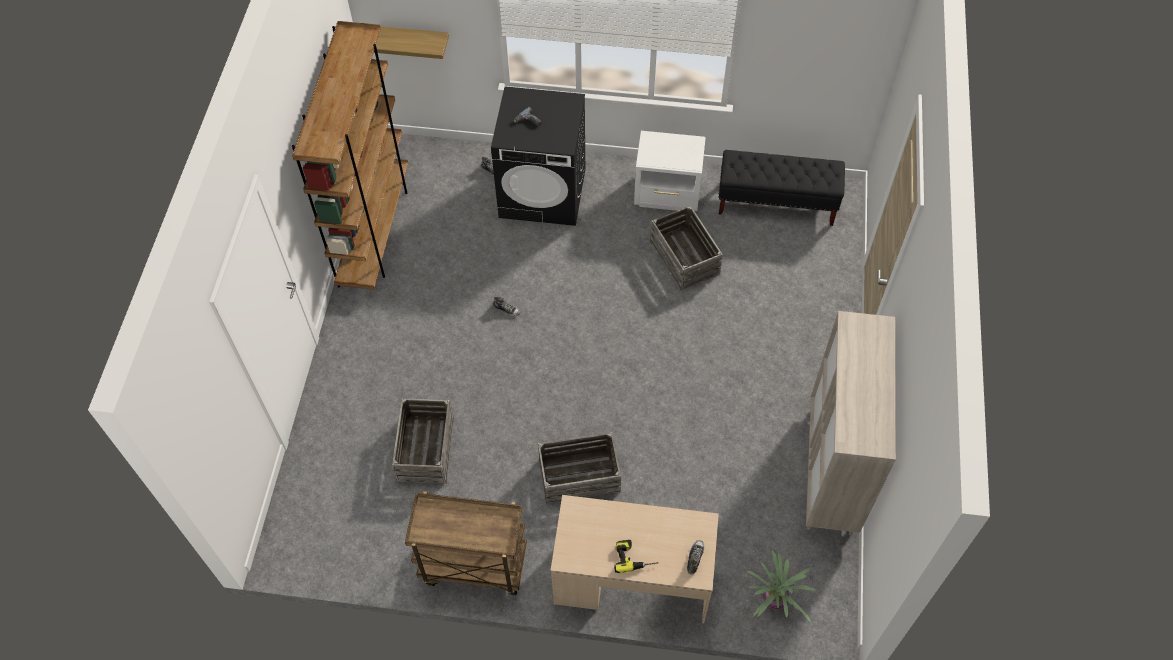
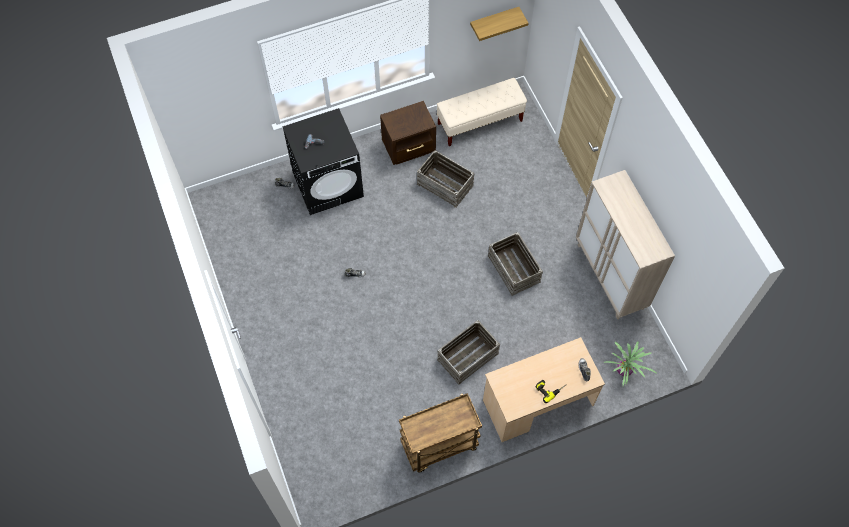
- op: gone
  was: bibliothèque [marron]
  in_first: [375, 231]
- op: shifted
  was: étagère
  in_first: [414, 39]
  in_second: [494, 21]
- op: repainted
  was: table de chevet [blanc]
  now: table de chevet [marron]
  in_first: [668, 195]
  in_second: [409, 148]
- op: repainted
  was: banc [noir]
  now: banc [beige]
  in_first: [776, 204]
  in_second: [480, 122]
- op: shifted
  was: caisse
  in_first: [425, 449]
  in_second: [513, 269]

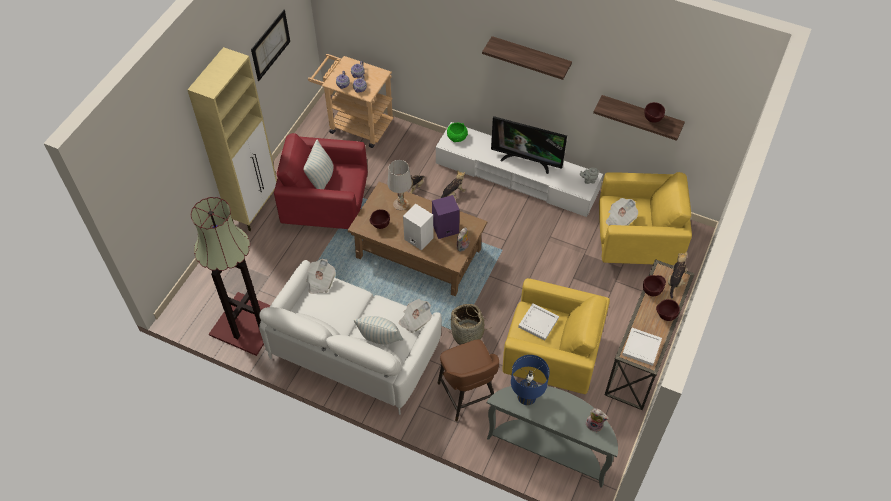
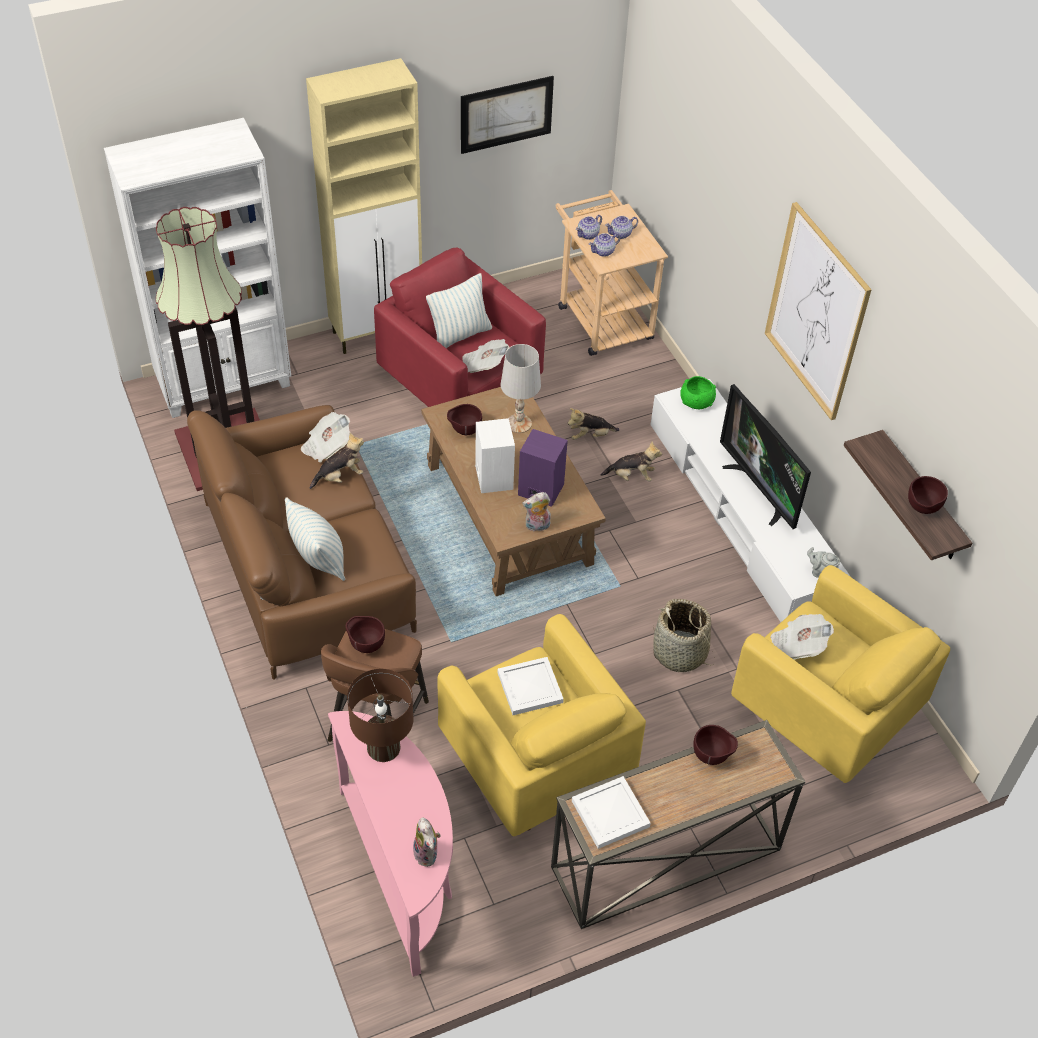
- op: swapped
  was: étagère
  now: tableau
  in_first: [530, 57]
  in_second: [816, 312]
- op: shifted
  was: peluche
  in_first: [675, 281]
  in_second: [340, 476]
- op: repainted
  was: canapé [blanc]
  now: canapé [marron]
  in_first: [354, 349]
  in_second: [308, 566]
- op: shifted
  was: journal
  in_first: [415, 320]
  in_second: [484, 365]
- op: shifted
  was: bol [marron]
  in_first: [665, 316]
  in_second: [366, 645]
- op: shifted
  was: panier
  in_first: [468, 333]
  in_second: [680, 653]
- op: repainted
  was: lampe de table [bleu]
  now: lampe de table [marron]
  in_first: [527, 396]
  in_second: [383, 747]
- op: repainted
  was: table console [gris]
  now: table console [rose]
  in_first: [549, 448]
  in_second: [403, 870]
- op: new
  now: bibliothèque [blanc]
  in_second: [225, 383]

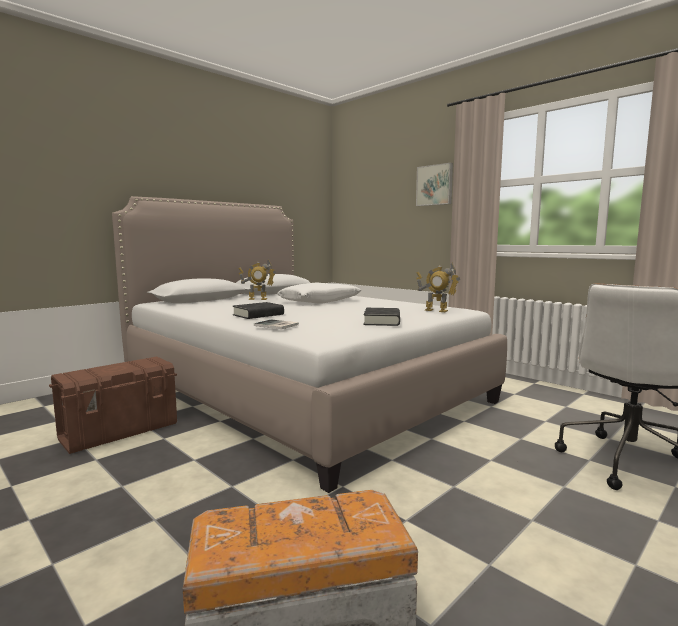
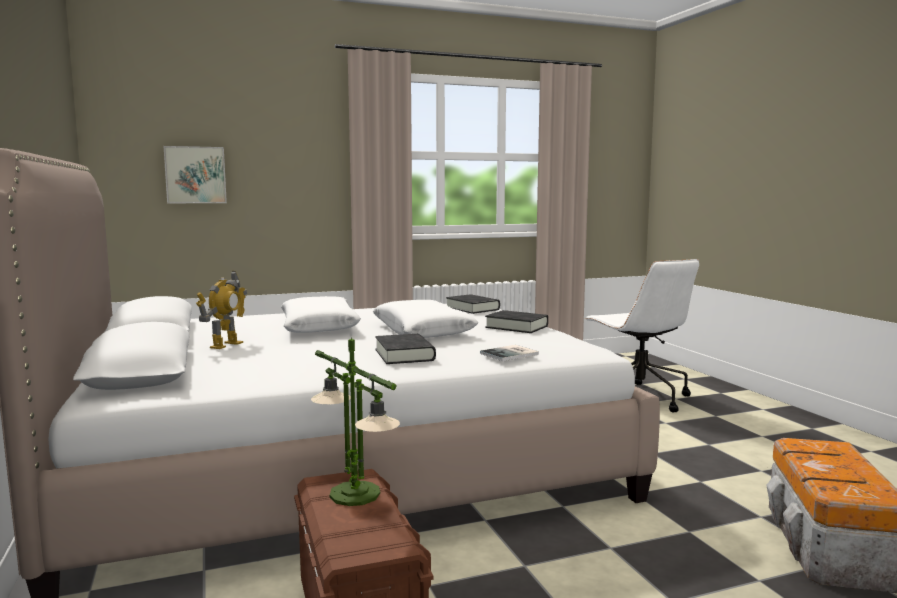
- op: shifted
  was: tableau
  in_first: [435, 185]
  in_second: [195, 175]
- op: swapped
  was: robot jouet
  now: livre [noir]
  in_first: [436, 310]
  in_second: [472, 308]
- op: new
  now: coussin [blanc]
  in_second: [423, 331]
- op: new
  now: lampe de table
  in_second: [354, 494]

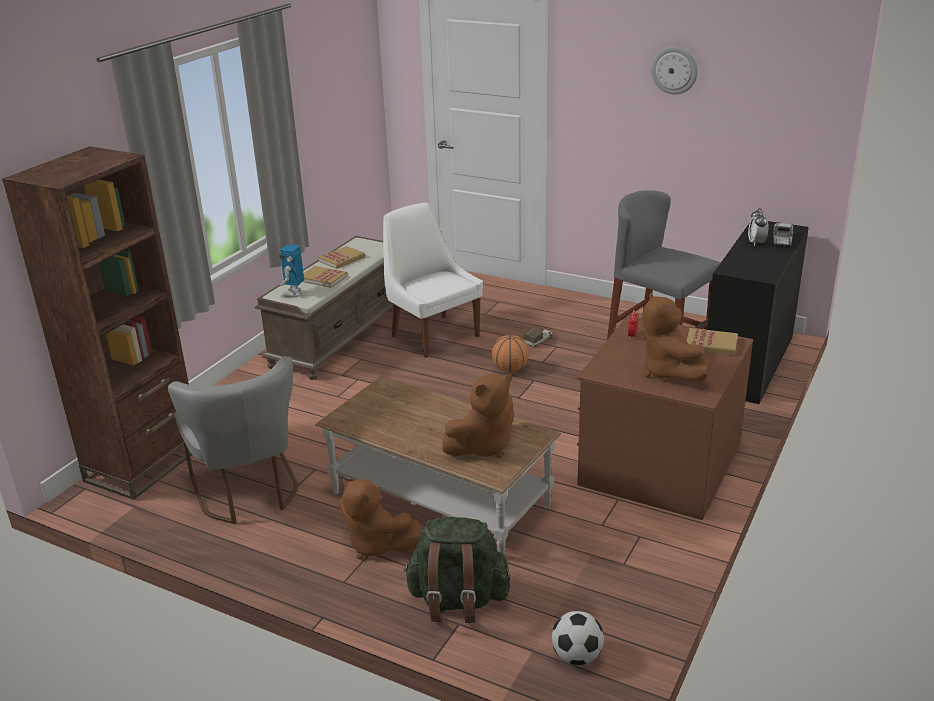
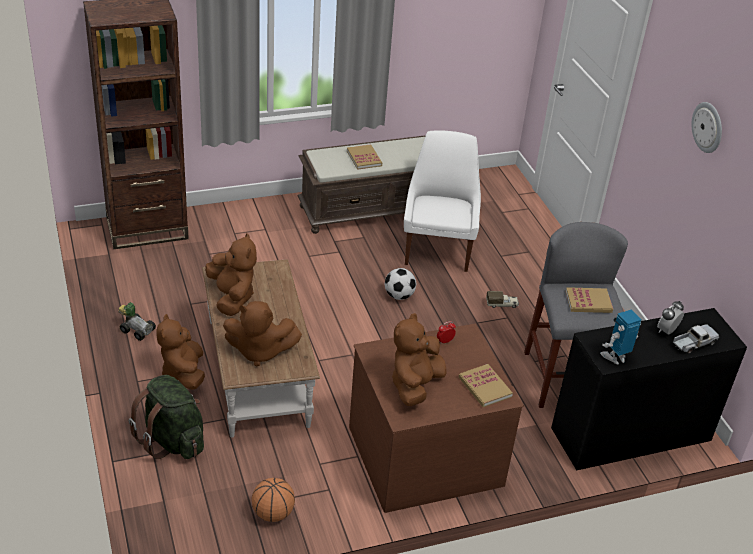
- op: shifted
  was: robot jouet
  in_first: [293, 294]
  in_second: [615, 357]
- op: shifted
  was: livre
  in_first: [342, 259]
  in_second: [588, 302]
- op: shifted
  was: ballon de basket
  in_first: [510, 369]
  in_second: [273, 513]
- op: gone
  was: chaise [gris]
  in_first: [249, 493]
- op: shifted
  was: ballon de foot
  in_first: [576, 657]
  in_second: [399, 296]
- op: new
  now: peluche [marron]
  in_second: [232, 297]
- op: new
  now: petite voiture
  in_second: [137, 329]

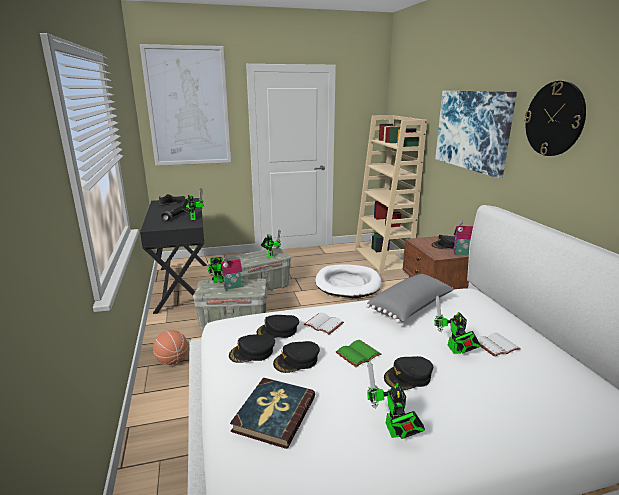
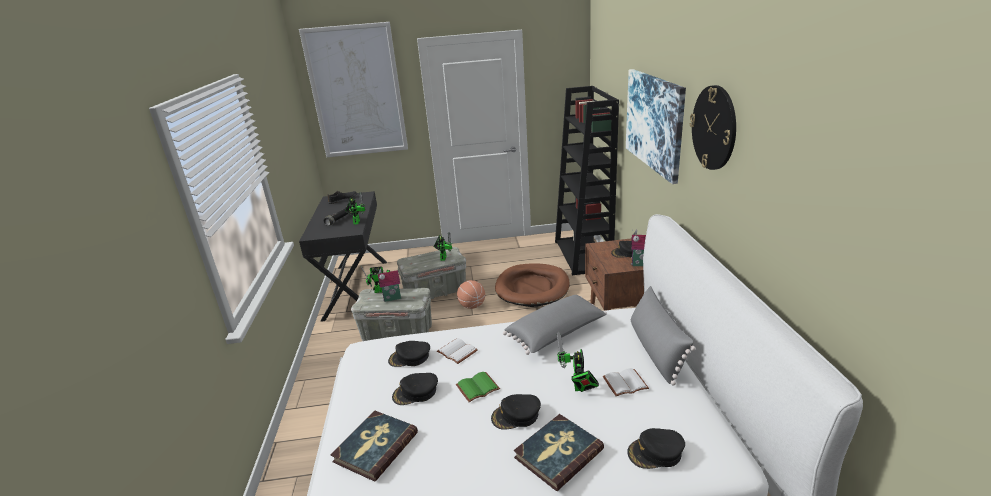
- op: repainted
  was: bibliothèque [beige]
  now: bibliothèque [noir]
  in_first: [382, 259]
  in_second: [583, 255]
- op: repainted
  was: panier pour chien [blanc]
  now: panier pour chien [marron]
  in_first: [348, 284]
  in_second: [532, 288]
- op: shifted
  was: ballon de basket
  in_first: [172, 361]
  in_second: [472, 306]
- op: shifted
  was: casquette [noir]
  in_first: [252, 353]
  in_second: [655, 453]
- op: gone
  was: robot jouet
  in_first: [394, 432]
- op: new
  now: coussin [gris]
  in_second: [656, 350]
- op: new
  now: livre
  in_second: [558, 453]

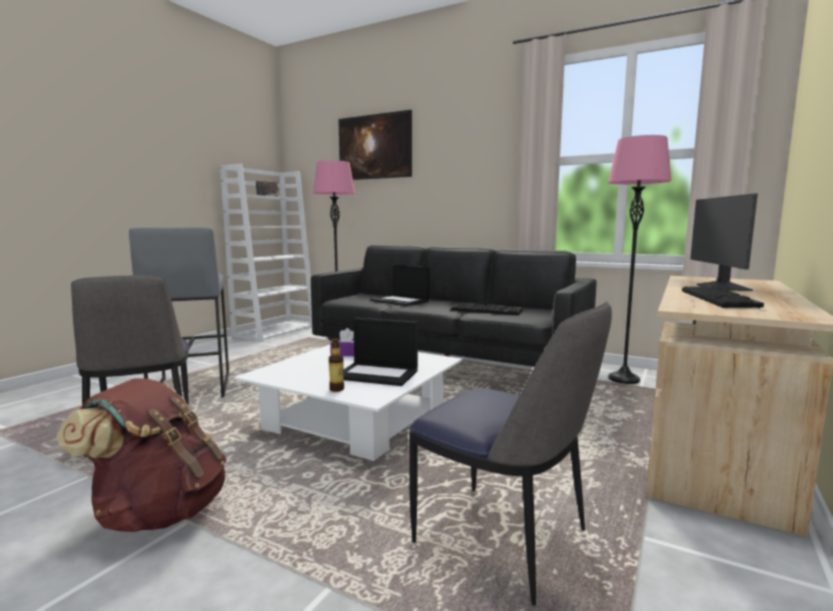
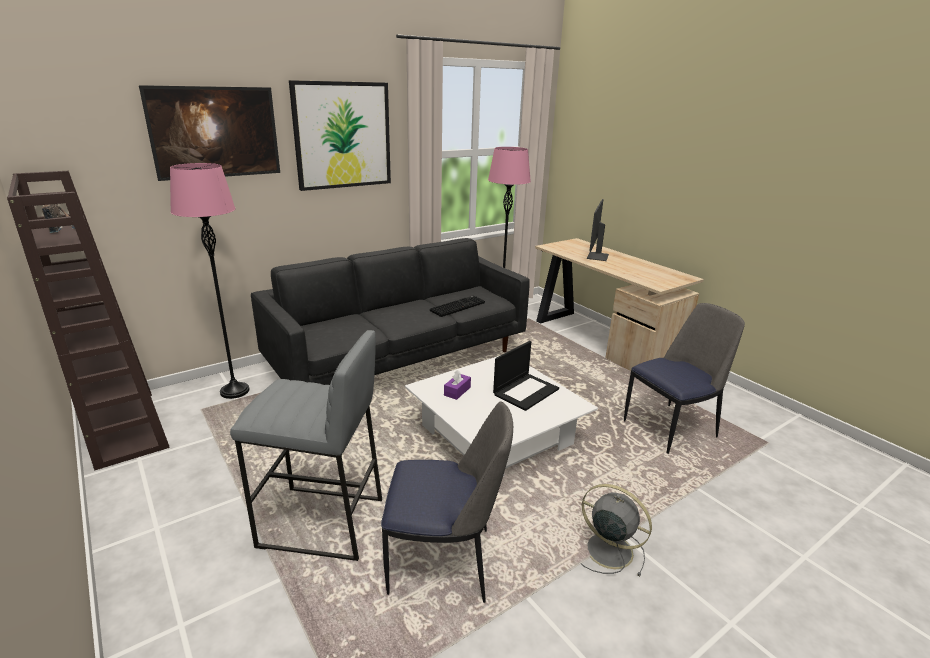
- op: repainted
  was: bibliothèque [blanc]
  now: bibliothèque [marron]
  in_first: [275, 331]
  in_second: [124, 428]
- op: rotated
  was: écran d'ordinateur
  in_first: [721, 287]
  in_second: [596, 256]
  clockwise: 75
- op: gone
  was: ordinateur portable
  in_first: [401, 301]
- op: gone
  was: clavier
  in_first: [720, 299]
- op: gone
  was: bouteille
  in_first: [336, 389]
- op: swapped
  was: sac à dos [marron]
  now: ventilateur [gris]
  in_first: [159, 512]
  in_second: [606, 549]
- op: new
  now: tableau
  in_second: [342, 135]

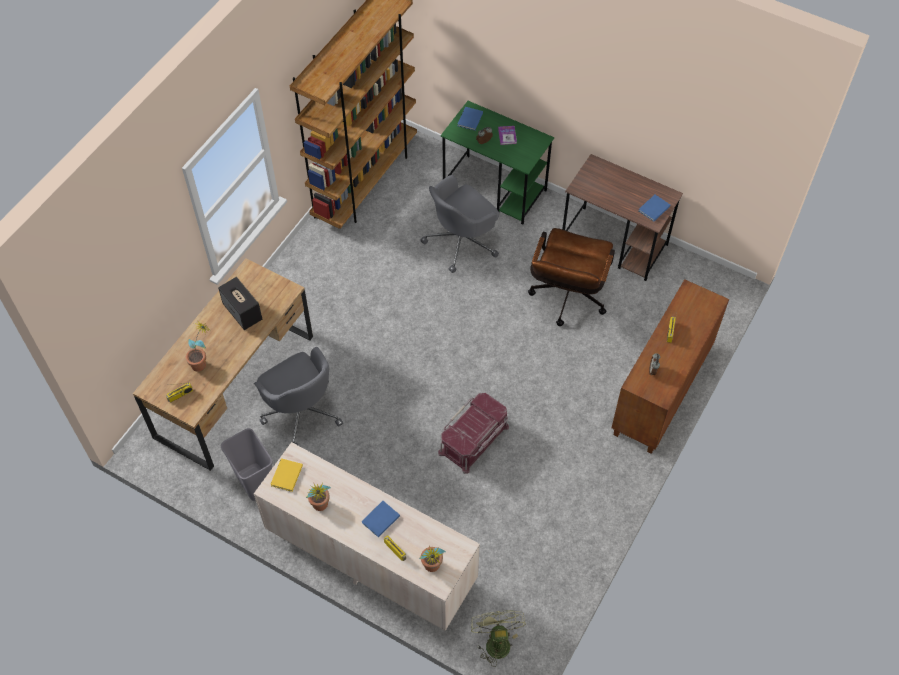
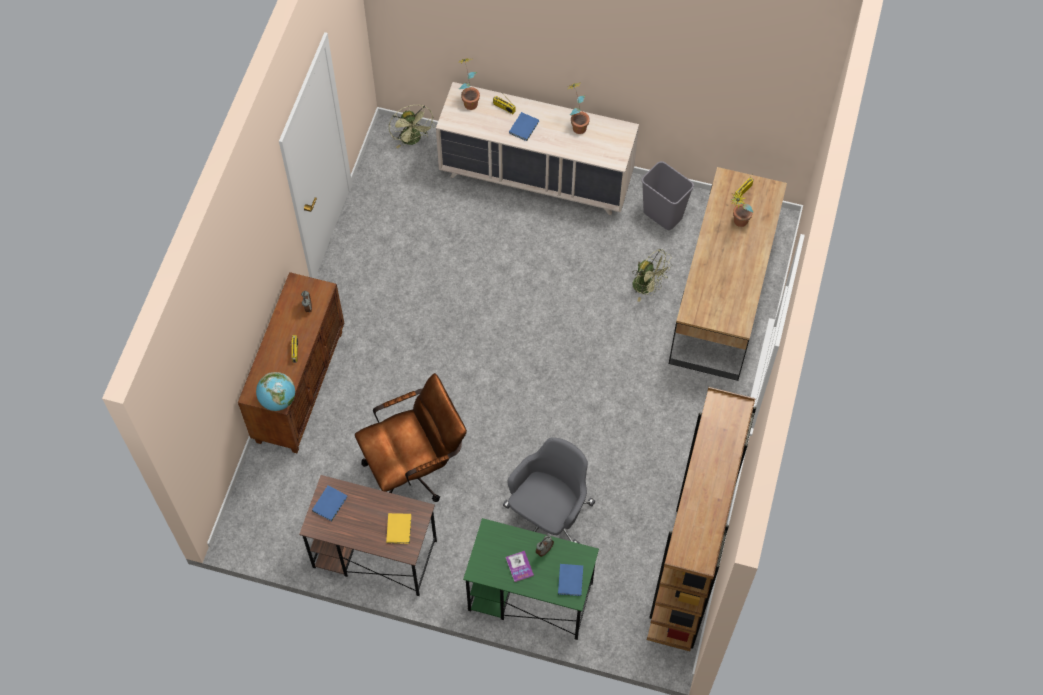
- op: rotated
  was: chaise de bureau [marron]
  in_first: [567, 300]
  in_second: [415, 468]
  clockwise: 60
- op: gone
  was: enceinte
  in_first: [243, 312]
- op: swapped
  was: chaise de bureau [gris]
  now: ventilateur [vert]
  in_first: [301, 411]
  in_second: [648, 286]
- op: gone
  was: boîte de rangement [rouge]
  in_first: [474, 440]
- op: shifted
  was: livre [jaune]
  in_first: [286, 476]
  in_second: [399, 528]
- op: new
  now: globe
  in_second: [278, 400]

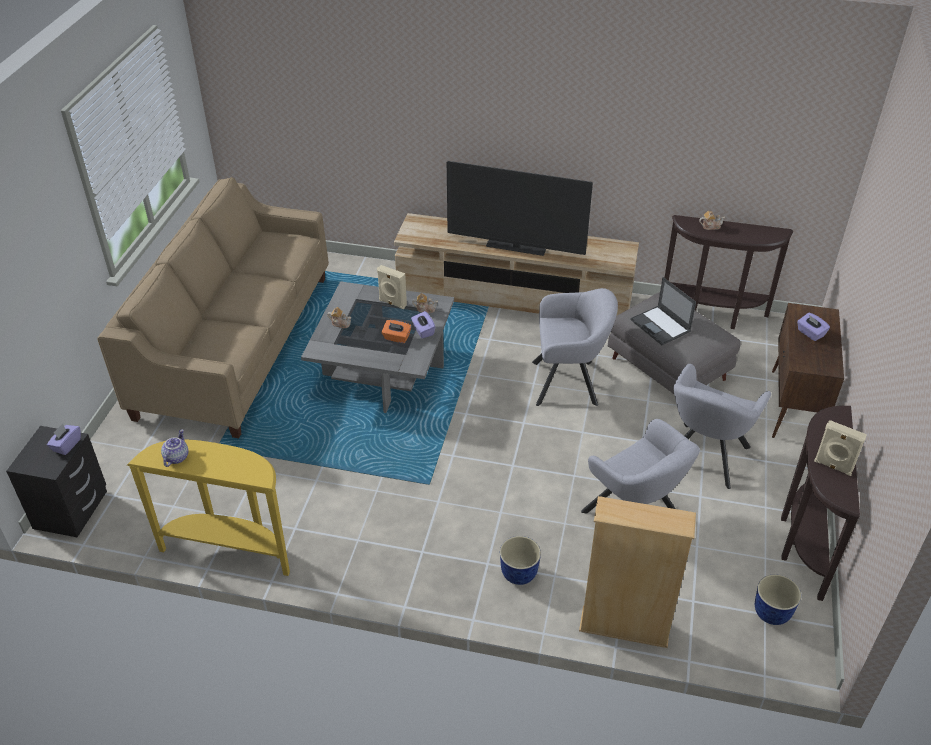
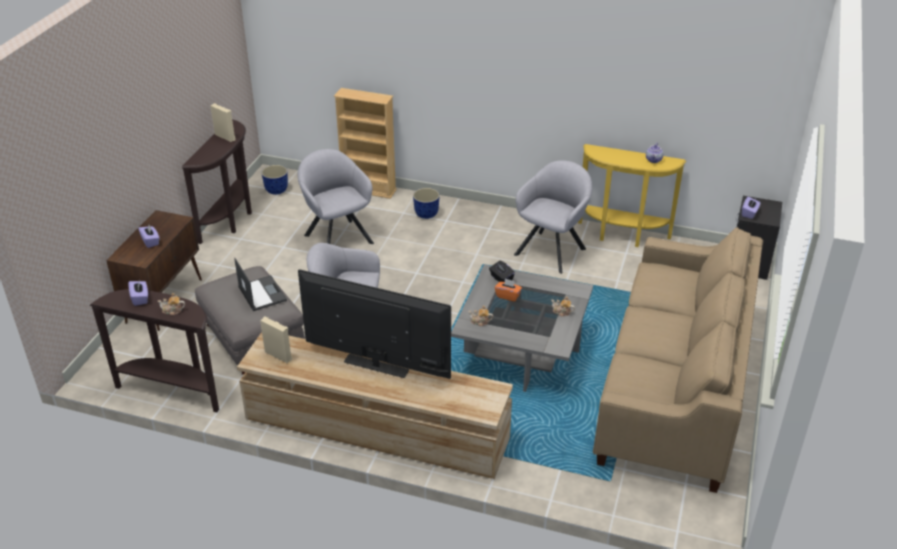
- op: shifted
  was: enceinte [beige]
  in_first: [392, 303]
  in_second: [279, 355]
- op: shifted
  was: boîte à mouchoirs [violet]
  in_first: [423, 331]
  in_second: [140, 298]
- op: shifted
  was: fauteuil [gris]
  in_first: [704, 458]
  in_second: [552, 249]
- op: new
  now: boîte à mouchoirs [noir]
  in_second: [501, 278]

